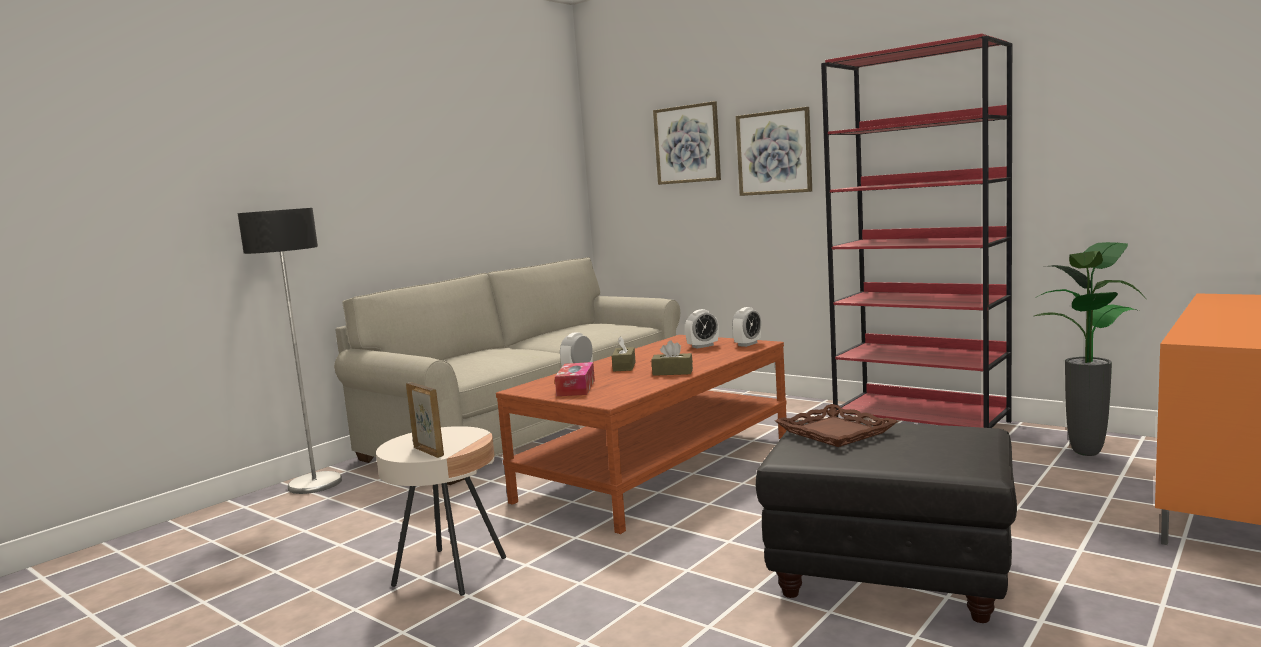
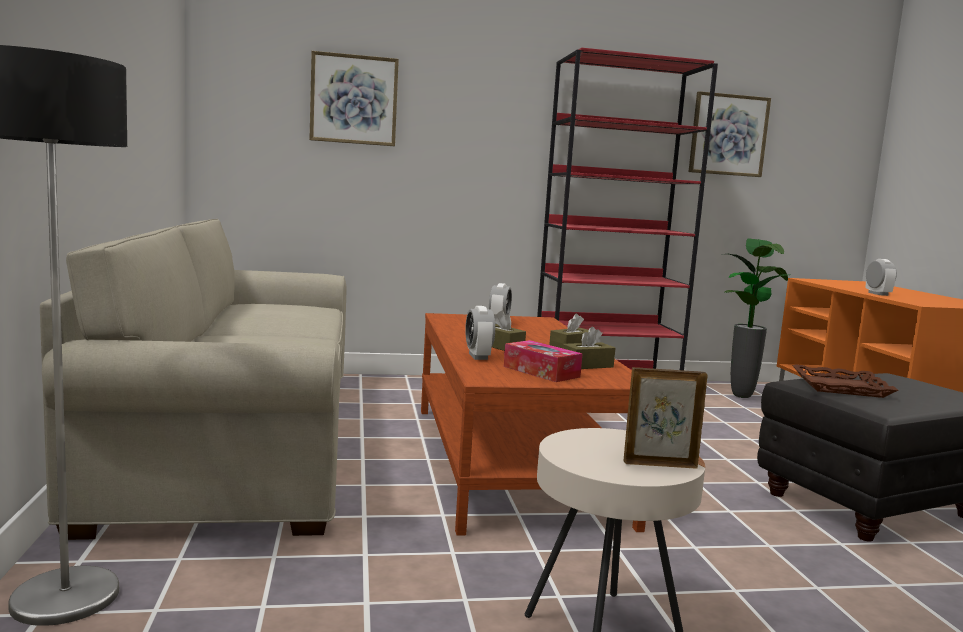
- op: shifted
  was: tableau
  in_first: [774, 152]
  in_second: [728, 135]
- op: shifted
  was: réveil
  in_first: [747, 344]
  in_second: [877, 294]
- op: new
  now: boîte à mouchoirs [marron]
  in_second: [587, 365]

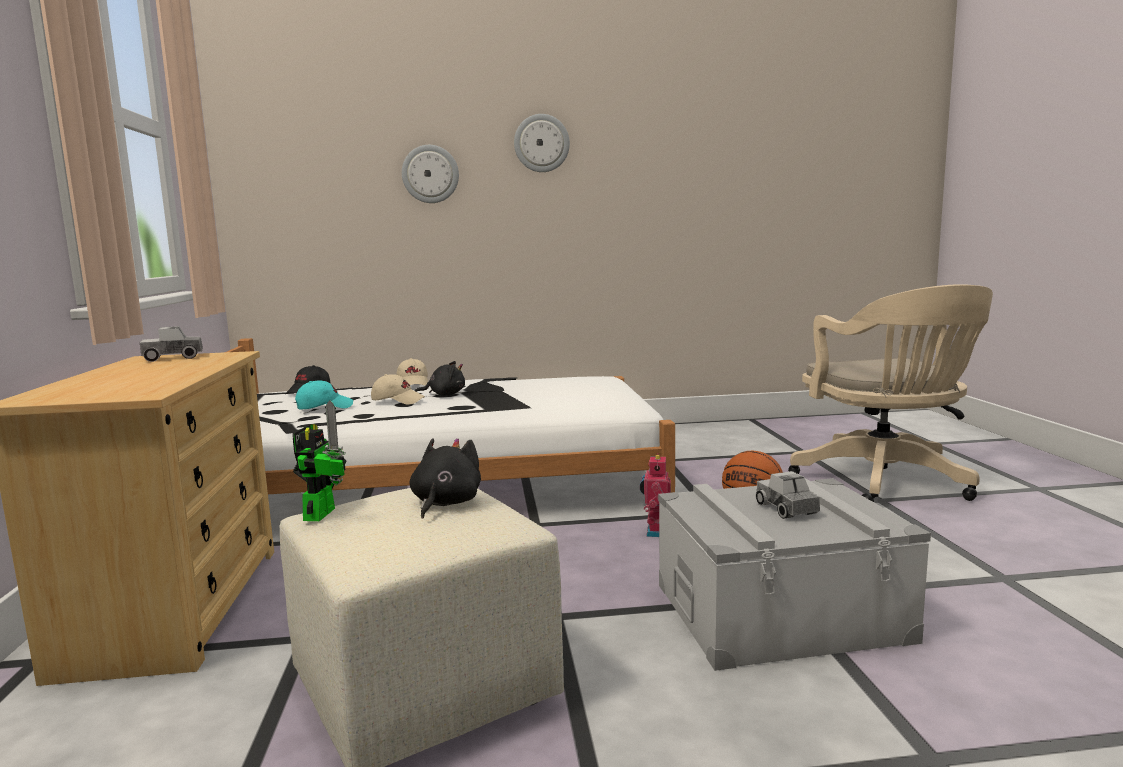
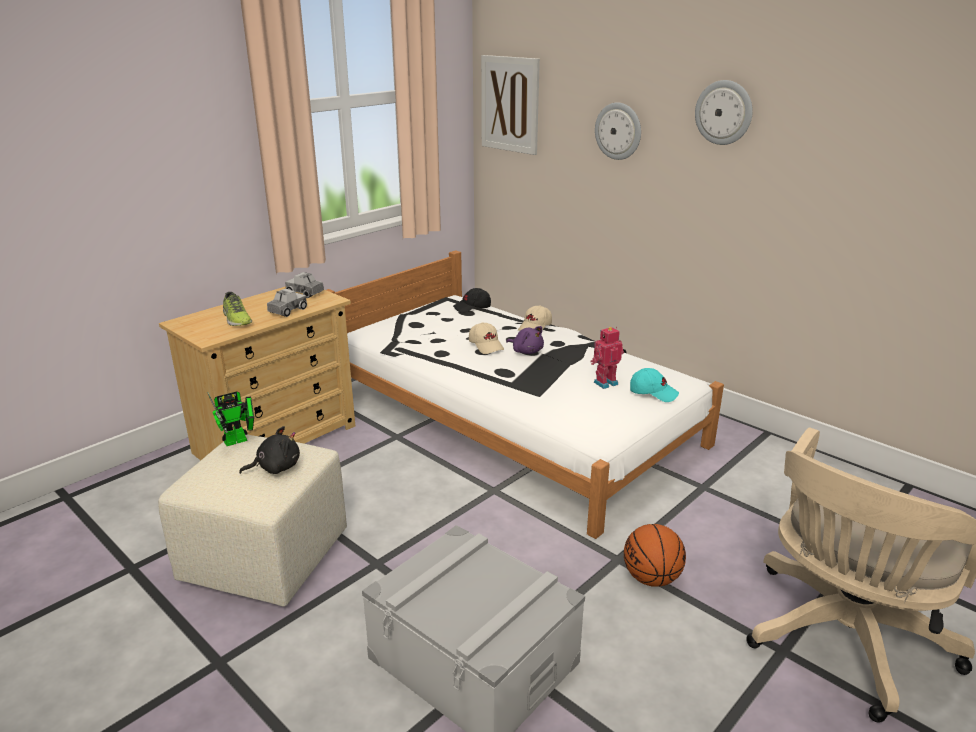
- op: repainted
  was: peluche [noir]
  now: peluche [violet]
  in_first: [444, 395]
  in_second: [526, 351]
- op: shifted
  was: casquette [turquoise]
  in_first: [324, 407]
  in_second: [653, 393]
- op: shifted
  was: robot jouet
  in_first: [655, 532]
  in_second: [604, 382]
- op: shifted
  was: camion jouet
  in_first: [787, 509]
  in_second: [287, 311]
- op: new
  now: tableau
  in_second: [510, 104]
- op: new
  now: chaussure
  in_second: [236, 319]

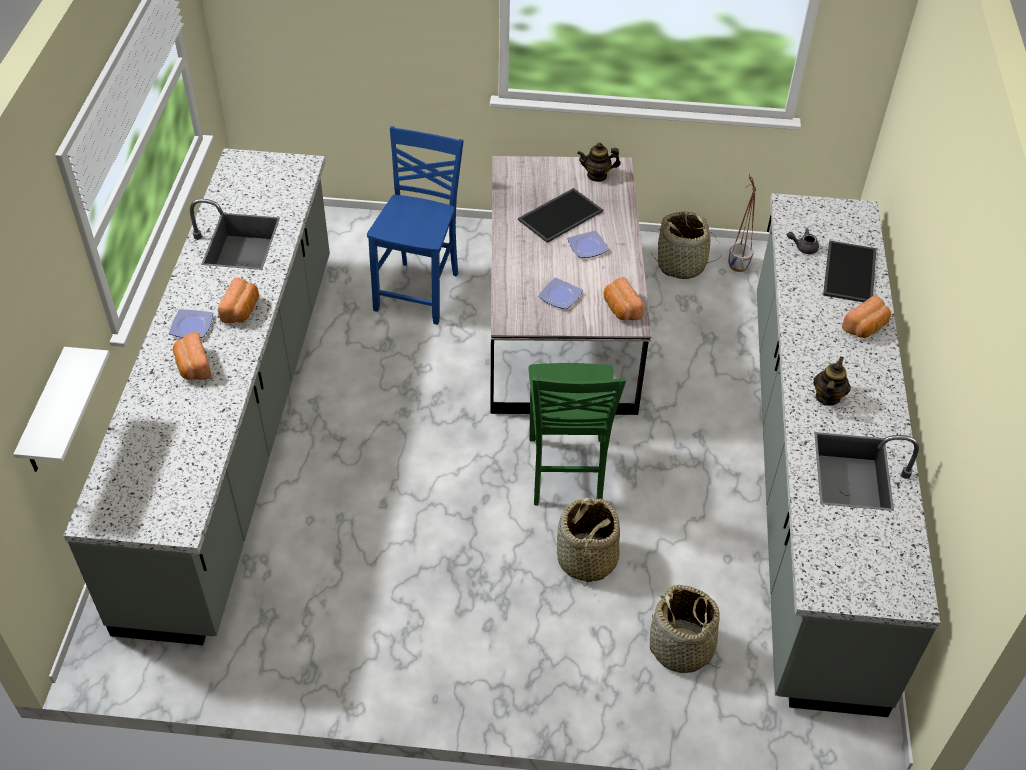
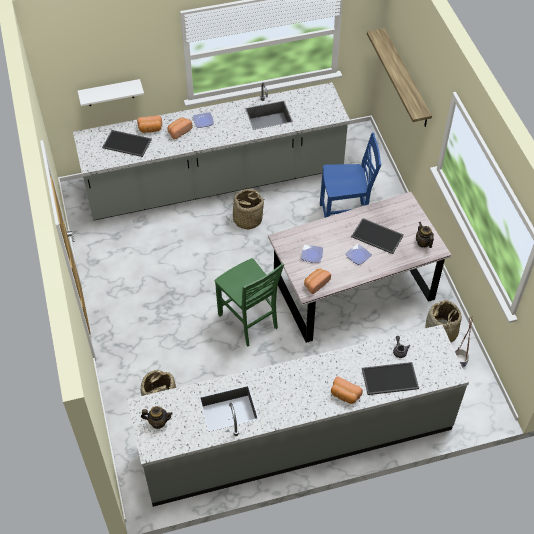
- op: shifted
  was: pain
  in_first: [242, 310]
  in_second: [150, 129]
- op: shifted
  was: théière
  in_first: [827, 397]
  in_second: [158, 422]
- op: rotated
  was: chaise [vert]
  in_first: [566, 473]
  in_second: [249, 322]
  clockwise: -105
- op: shifted
  was: panier
  in_first: [586, 559]
  in_second: [247, 219]
- op: new
  now: étagère
  in_second: [406, 78]
- op: new
  now: plateau
  in_second: [127, 143]

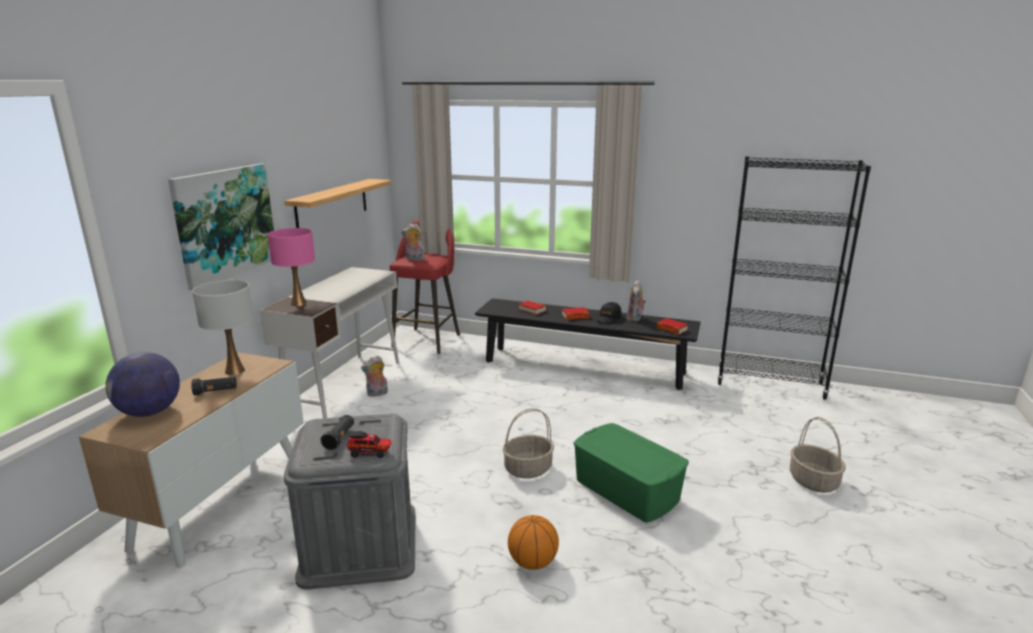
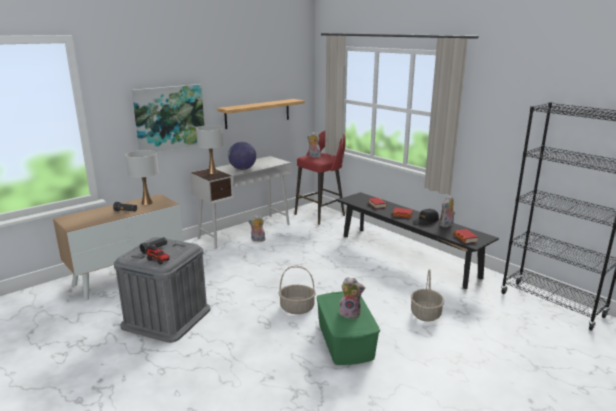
- op: repainted
  was: lampe de table [rose]
  now: lampe de table [blanc]
  in_first: [299, 303]
  in_second: [212, 172]
- op: shifted
  was: globe
  in_first: [149, 412]
  in_second: [242, 169]
- op: shifted
  was: panier
  in_first: [814, 481]
  in_second: [426, 314]
- op: gone
  was: ballon de basket
  in_first: [533, 562]
- op: new
  now: peluche
  in_second: [350, 313]

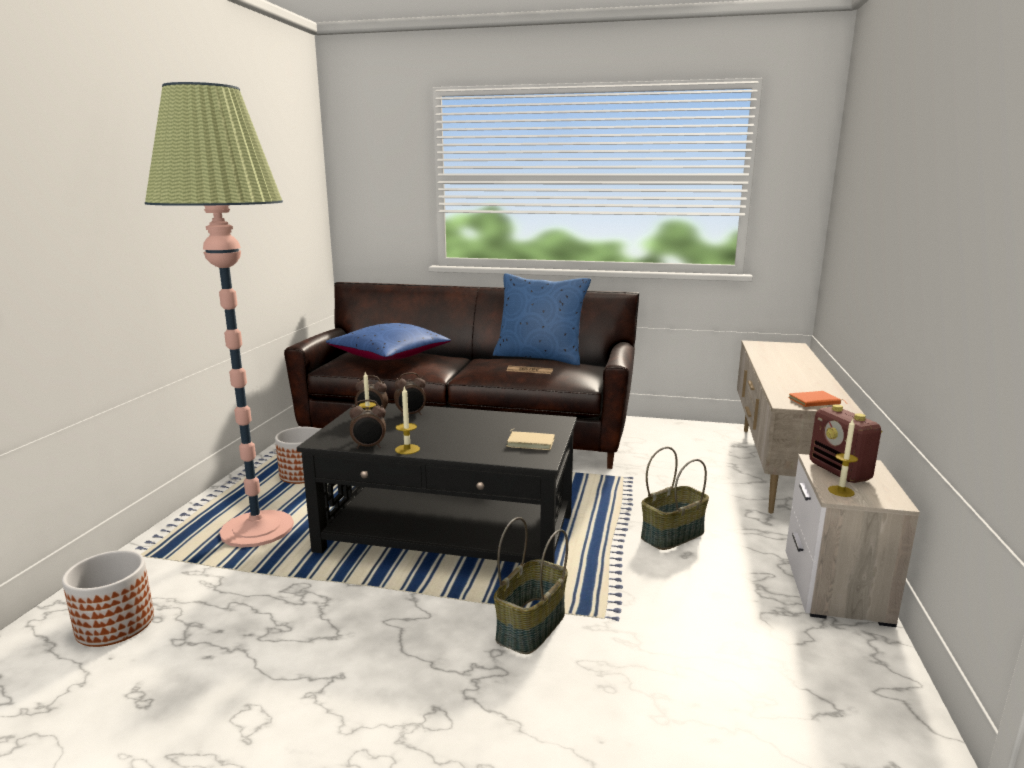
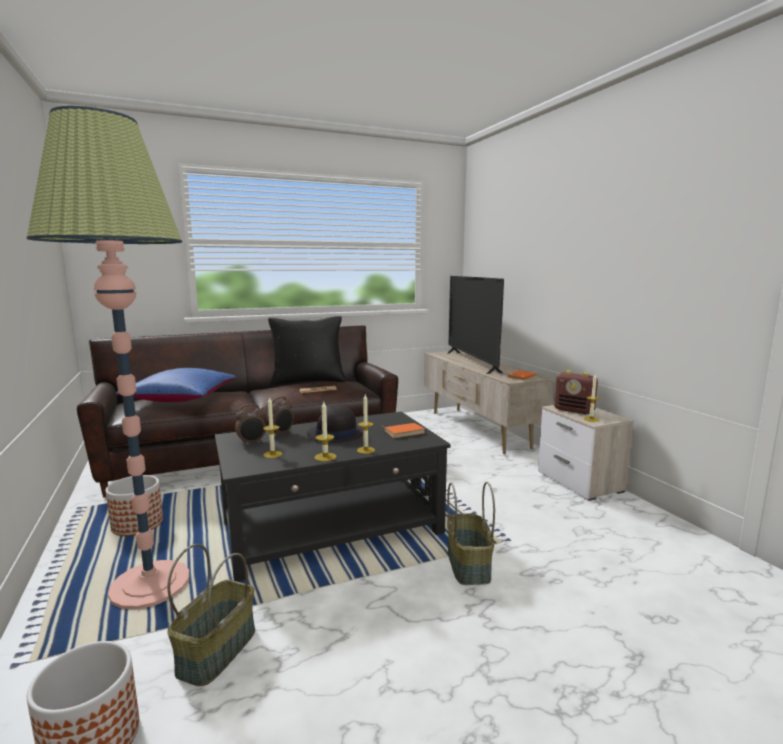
- op: repainted
  was: coussin [bleu]
  now: coussin [noir]
  in_first: [540, 357]
  in_second: [308, 381]
- op: gone
  was: réveil
  in_first: [369, 446]
- op: repainted
  was: livre [beige]
  now: livre [orange]
  in_first: [531, 442]
  in_second: [404, 432]
- op: shifted
  was: panier
  in_first: [672, 534]
  in_second: [216, 650]
- op: new
  now: téléviseur
  in_second: [472, 362]
- op: new
  now: bougie
  in_second: [365, 450]
- op: new
  now: chapeau [noir]
  in_second: [335, 434]

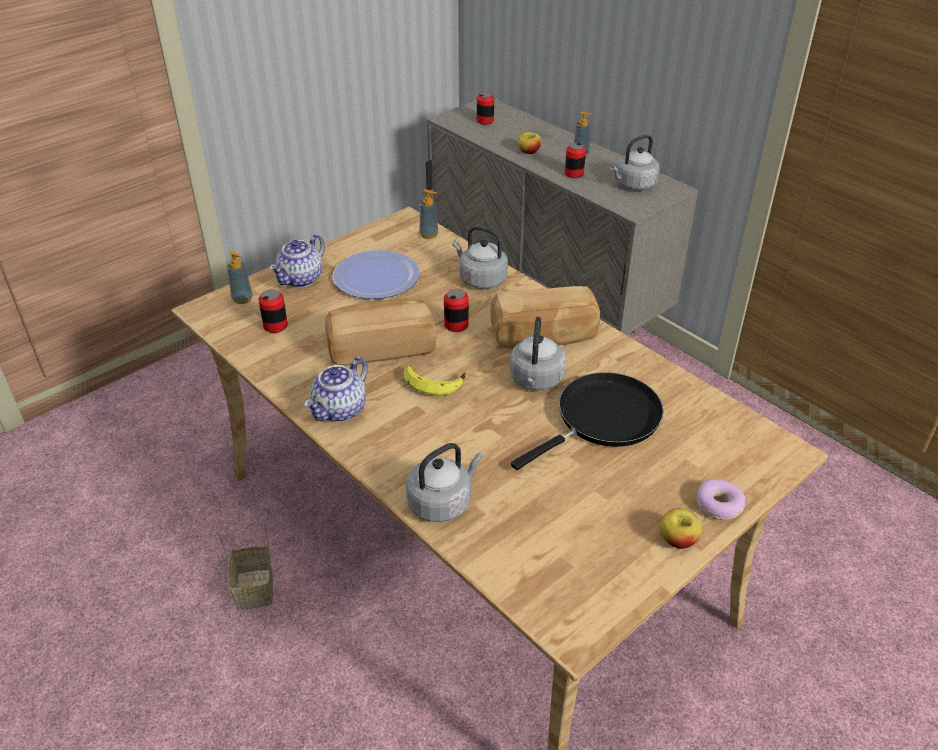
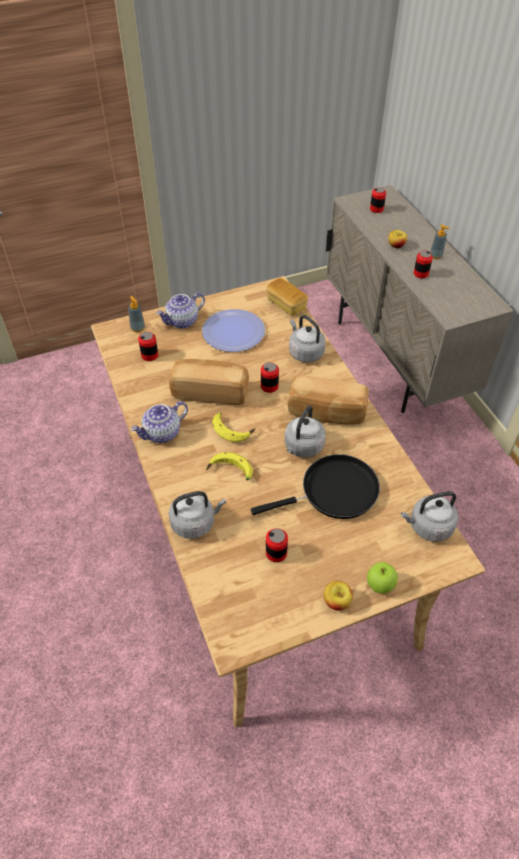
- op: shifted
  was: bouilloire [gris]
  in_first: [633, 185]
  in_second: [428, 527]
- op: swapped
  was: distributeur de savon
  now: pain
  in_first: [429, 235]
  in_second: [286, 304]
- op: swapped
  was: beignet
  now: pomme
  in_first: [719, 505]
  in_second: [380, 585]
- op: gone
  was: panier
  in_first: [253, 587]
- op: new
  now: banane
  in_second: [230, 472]
- op: new
  now: boîte métallique
  in_second: [276, 553]

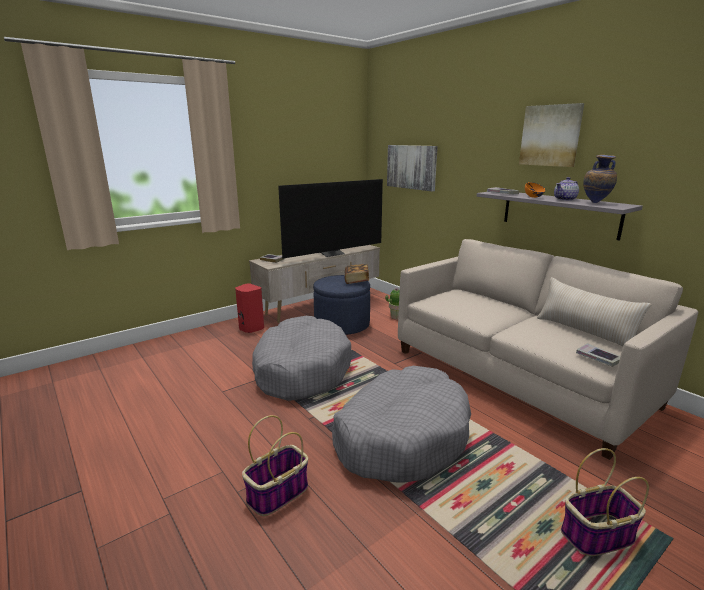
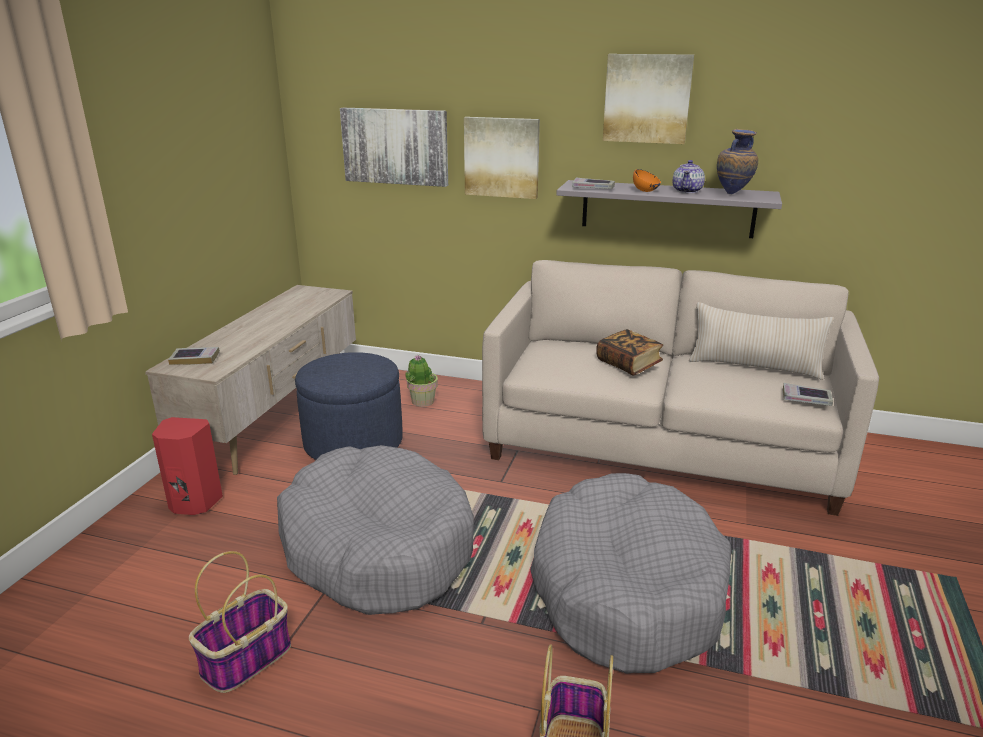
- op: gone
  was: téléviseur
  in_first: [332, 253]
- op: shifted
  was: livre
  in_first: [356, 280]
  in_second: [628, 364]
- op: shifted
  was: panier
  in_first: [596, 536]
  in_second: [246, 660]
- op: new
  now: tableau
  in_second: [502, 157]

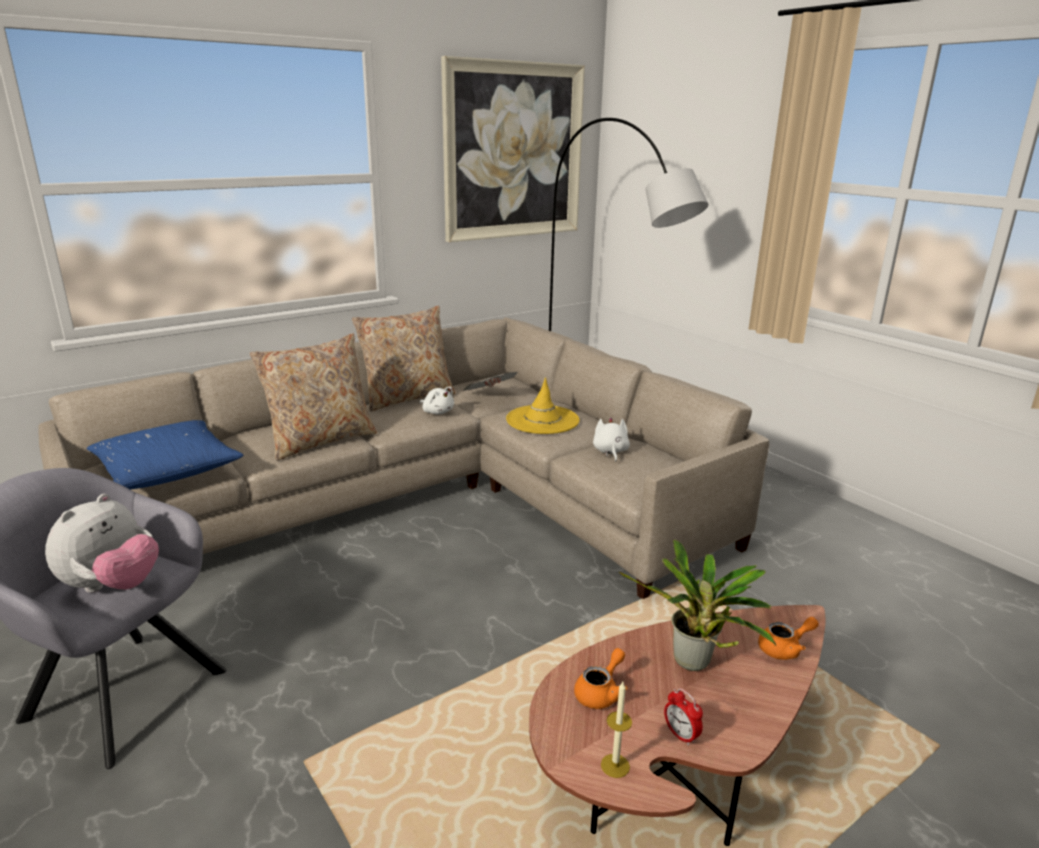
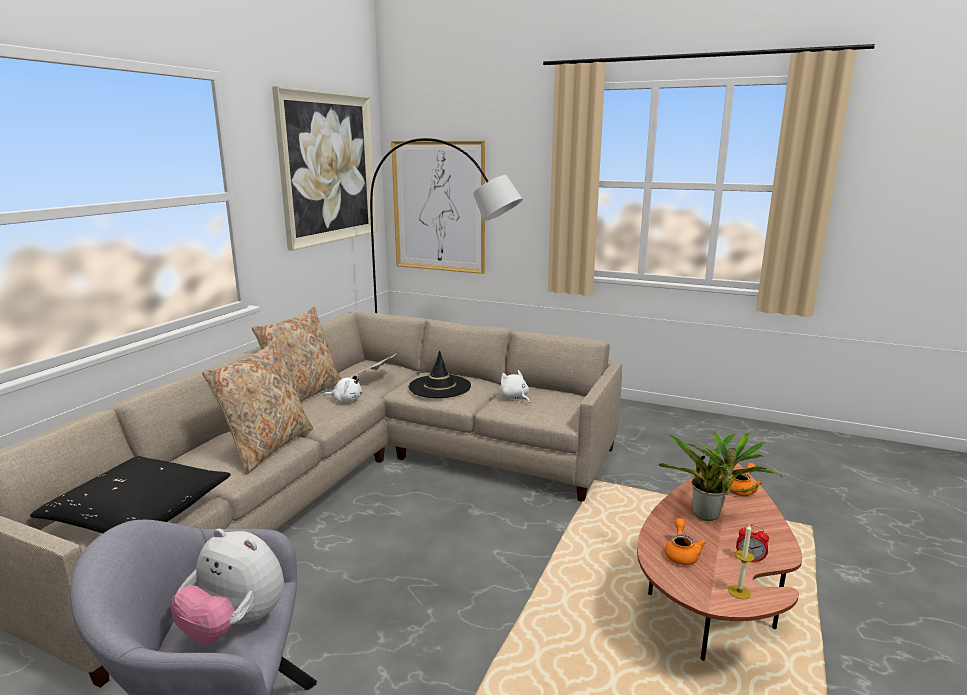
- op: repainted
  was: chapeau [jaune]
  now: chapeau [noir]
  in_first: [542, 420]
  in_second: [439, 387]
- op: repainted
  was: coussin [bleu]
  now: coussin [noir]
  in_first: [167, 470]
  in_second: [139, 513]
- op: rotated
  was: peluche
  in_first: [112, 586]
  in_second: [235, 626]
  clockwise: 120
- op: new
  now: tableau
  in_second: [438, 206]

